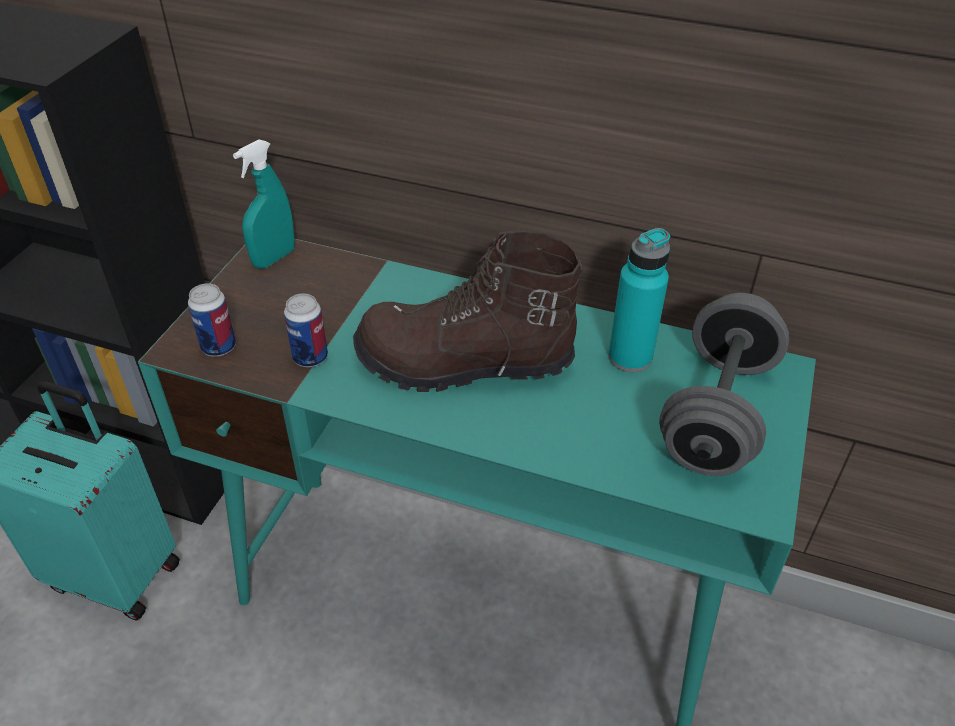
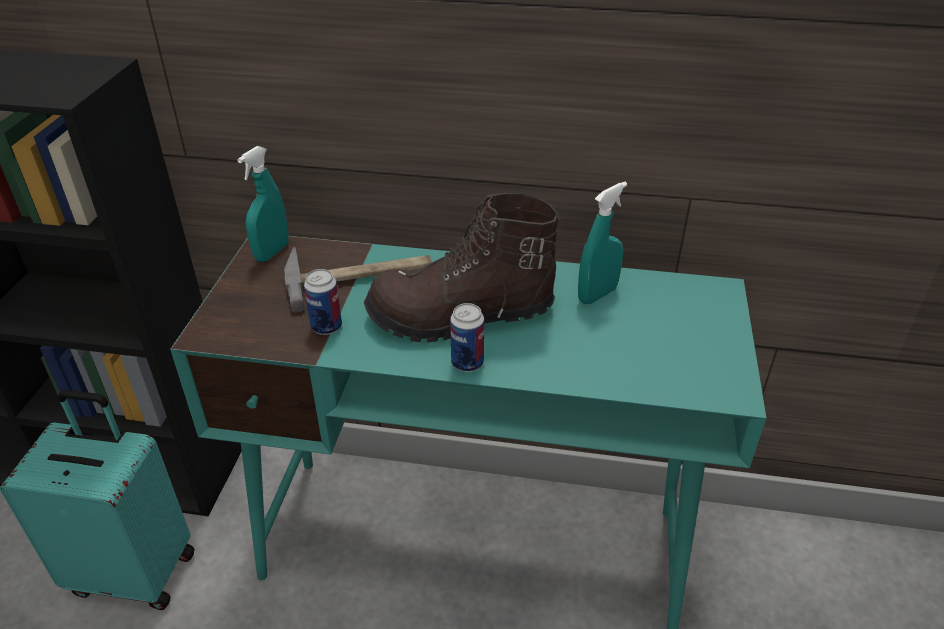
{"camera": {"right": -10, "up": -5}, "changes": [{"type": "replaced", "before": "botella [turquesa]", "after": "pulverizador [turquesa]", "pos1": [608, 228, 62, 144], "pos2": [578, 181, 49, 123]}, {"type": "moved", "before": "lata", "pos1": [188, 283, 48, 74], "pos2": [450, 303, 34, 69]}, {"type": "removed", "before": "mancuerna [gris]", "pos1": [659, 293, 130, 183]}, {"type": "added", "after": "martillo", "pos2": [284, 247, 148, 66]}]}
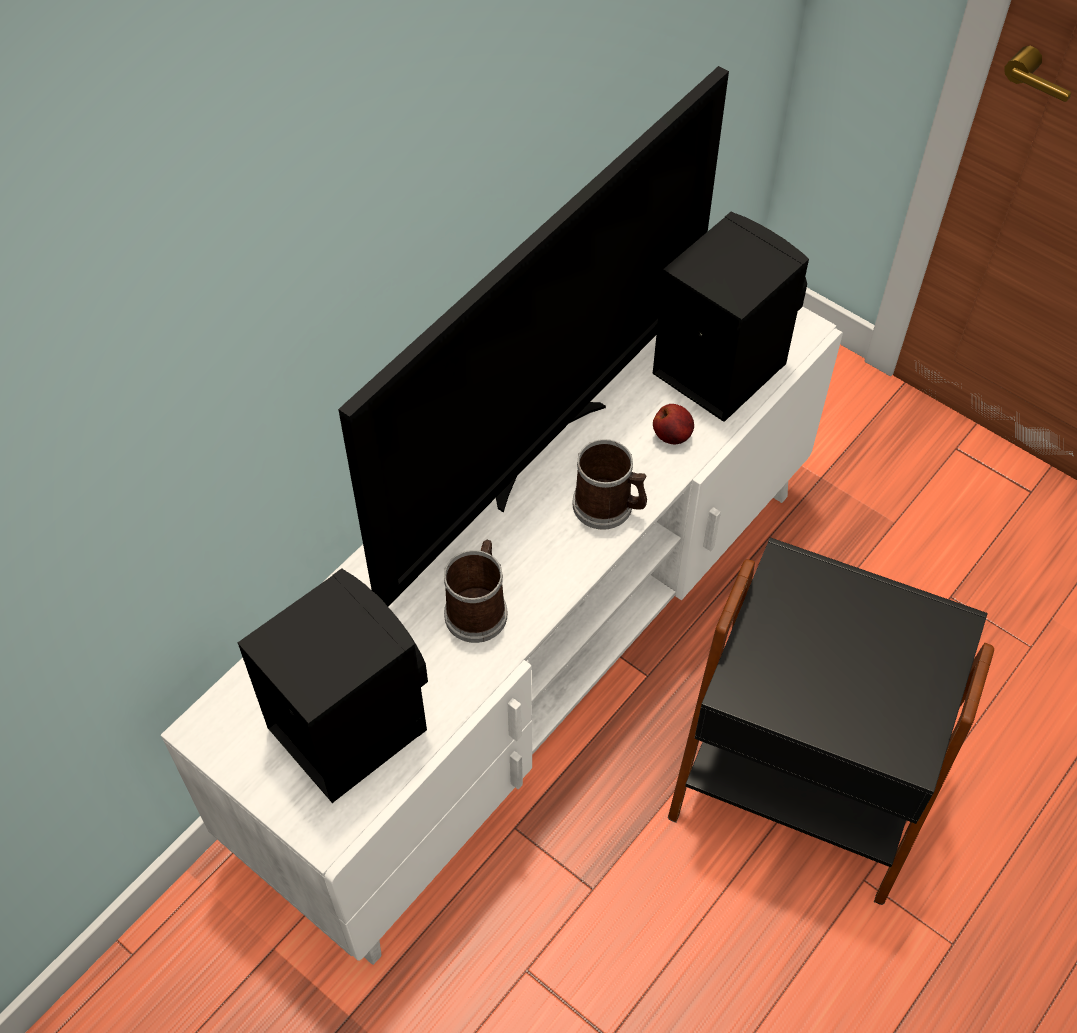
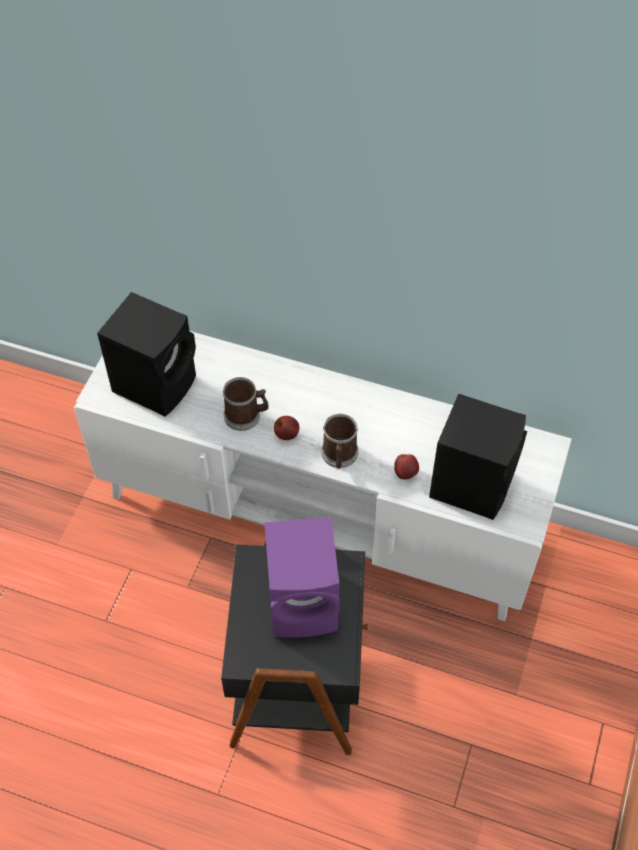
{"camera": {"right": 70, "up": 0}, "changes": [{"type": "removed", "before": "televisor", "pos1": [338, 66, 391, 540]}, {"type": "added", "after": "manzana", "pos2": [274, 416, 25, 24]}, {"type": "added", "after": "altavoz [morado]", "pos2": [264, 517, 76, 121]}]}
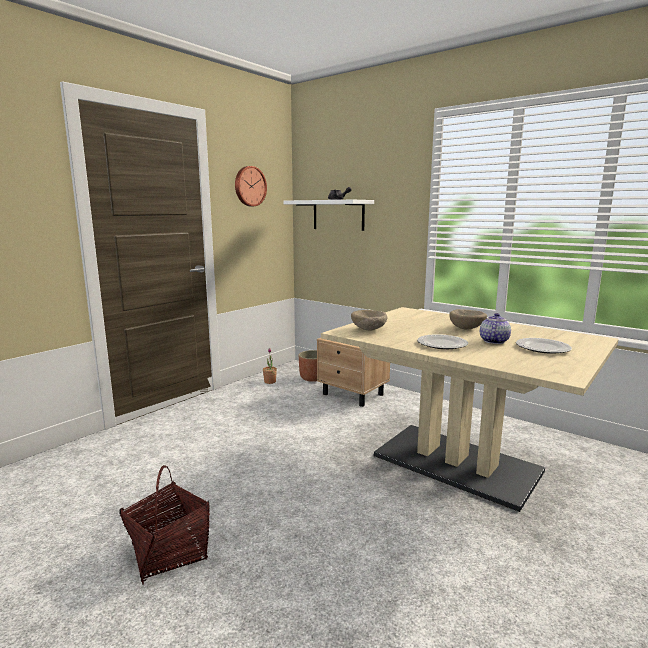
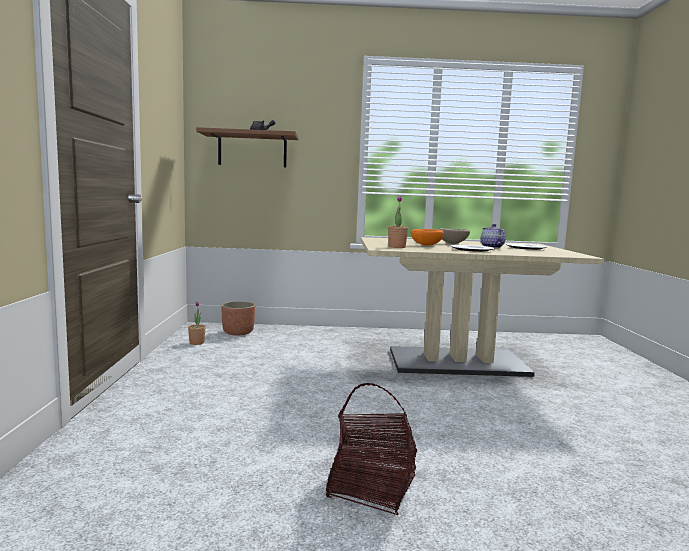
{"camera": {"right": -40, "up": -5}, "changes": [{"type": "removed", "before": "reloj de pared", "pos1": [235, 166, 32, 40]}, {"type": "recoloured", "before": "estante [blanco]", "after": "estante [marrón]", "pos1": [283, 200, 91, 31], "pos2": [196, 127, 103, 40]}, {"type": "replaced", "before": "cuenco [beis]", "after": "planta en maceta", "pos1": [351, 310, 37, 20], "pos2": [388, 196, 20, 52]}, {"type": "removed", "before": "mesita de noche [beis]", "pos1": [317, 338, 73, 69]}, {"type": "added", "after": "cuenco [naranja]", "pos2": [411, 229, 33, 17]}]}
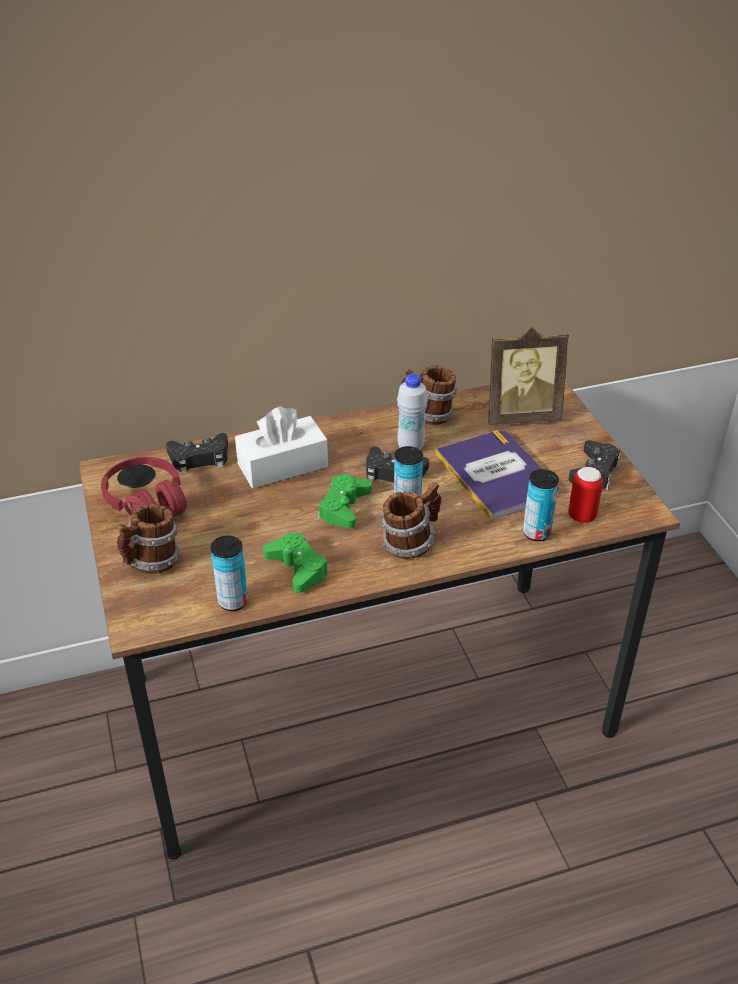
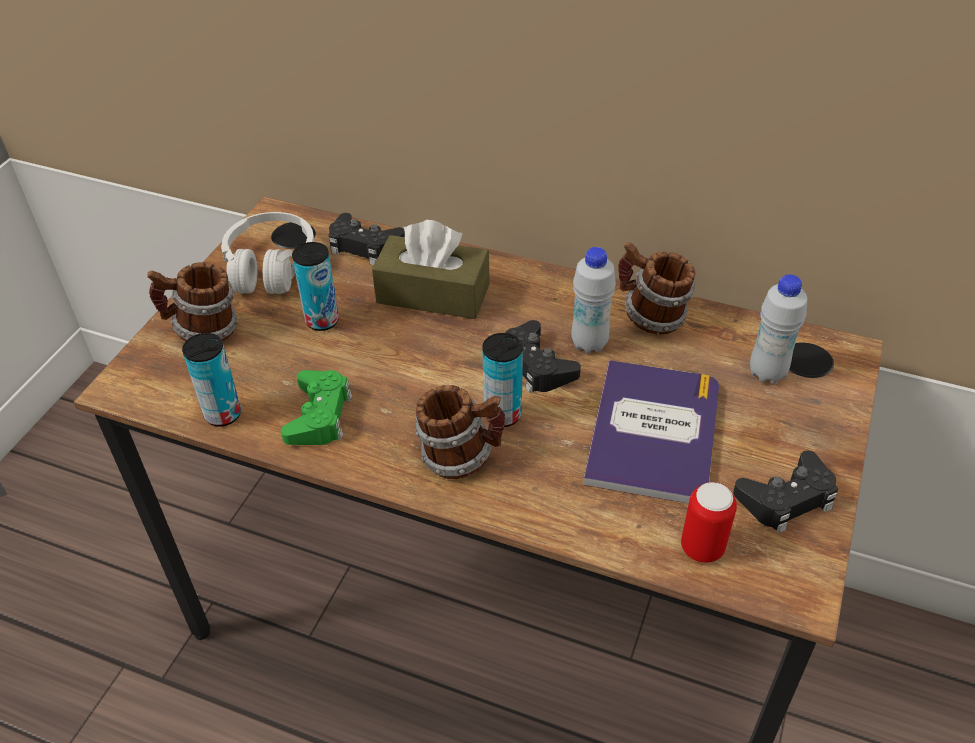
{"camera": {"right": 40, "up": 5}, "changes": [{"type": "replaced", "before": "portarretratos", "after": "botella [blanco]", "pos1": [488, 327, 81, 98], "pos2": [750, 274, 58, 109]}, {"type": "recoloured", "before": "caja de pañuelos [blanco]", "after": "caja de pañuelos [marrón]", "pos1": [235, 406, 93, 82], "pos2": [372, 220, 118, 99]}, {"type": "recoloured", "before": "auriculares [rojo]", "after": "auriculares [blanco]", "pos1": [101, 457, 86, 60], "pos2": [221, 212, 93, 82]}, {"type": "moved", "before": "lata", "pos1": [523, 469, 36, 72], "pos2": [292, 242, 47, 89]}, {"type": "removed", "before": "mando de consola [verde]", "pos1": [318, 474, 54, 54]}]}
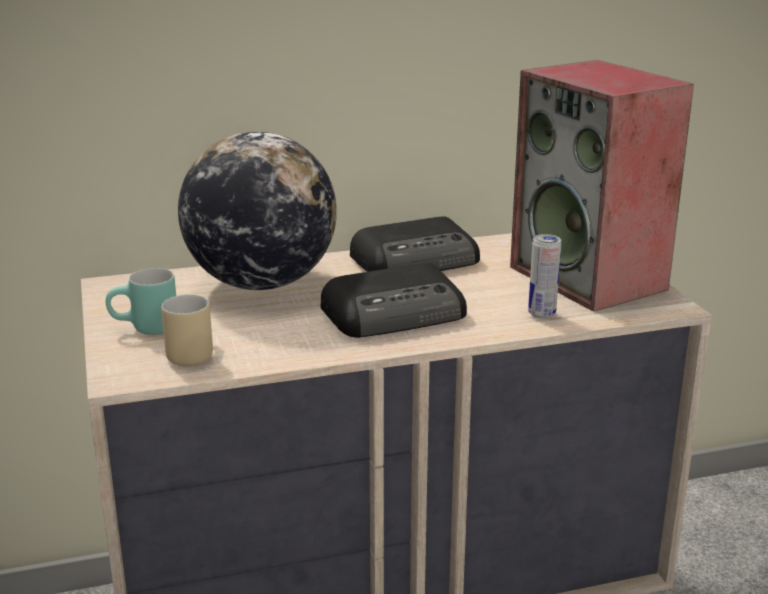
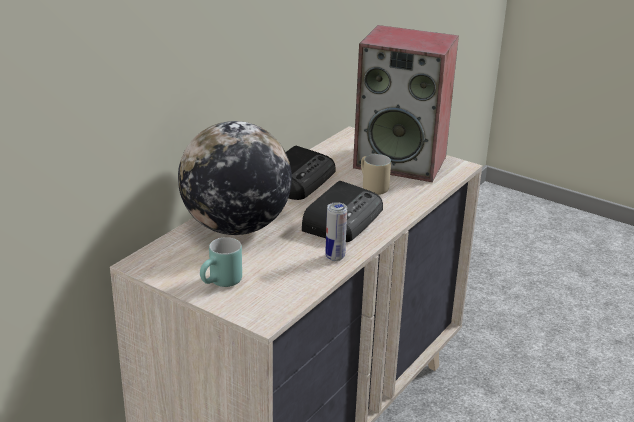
{"camera": {"right": -40, "up": 5}, "changes": [{"type": "moved", "before": "lata", "pos1": [528, 234, 33, 85], "pos2": [325, 202, 22, 59]}, {"type": "moved", "before": "taza grande [beis]", "pos1": [161, 295, 52, 71], "pos2": [361, 154, 30, 41]}]}
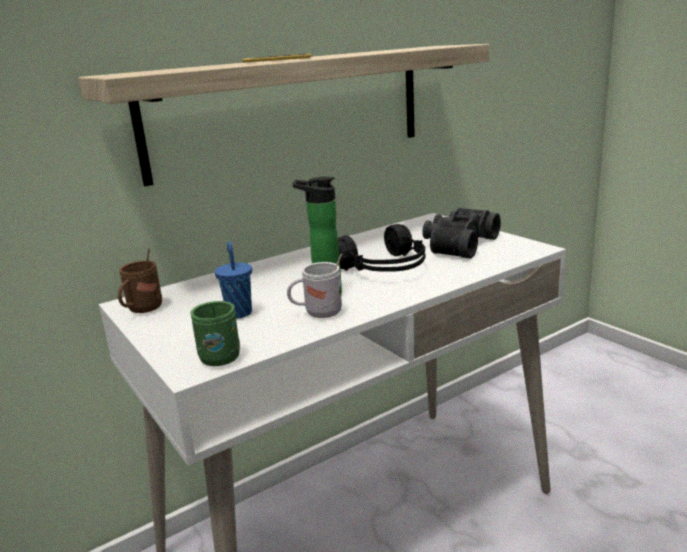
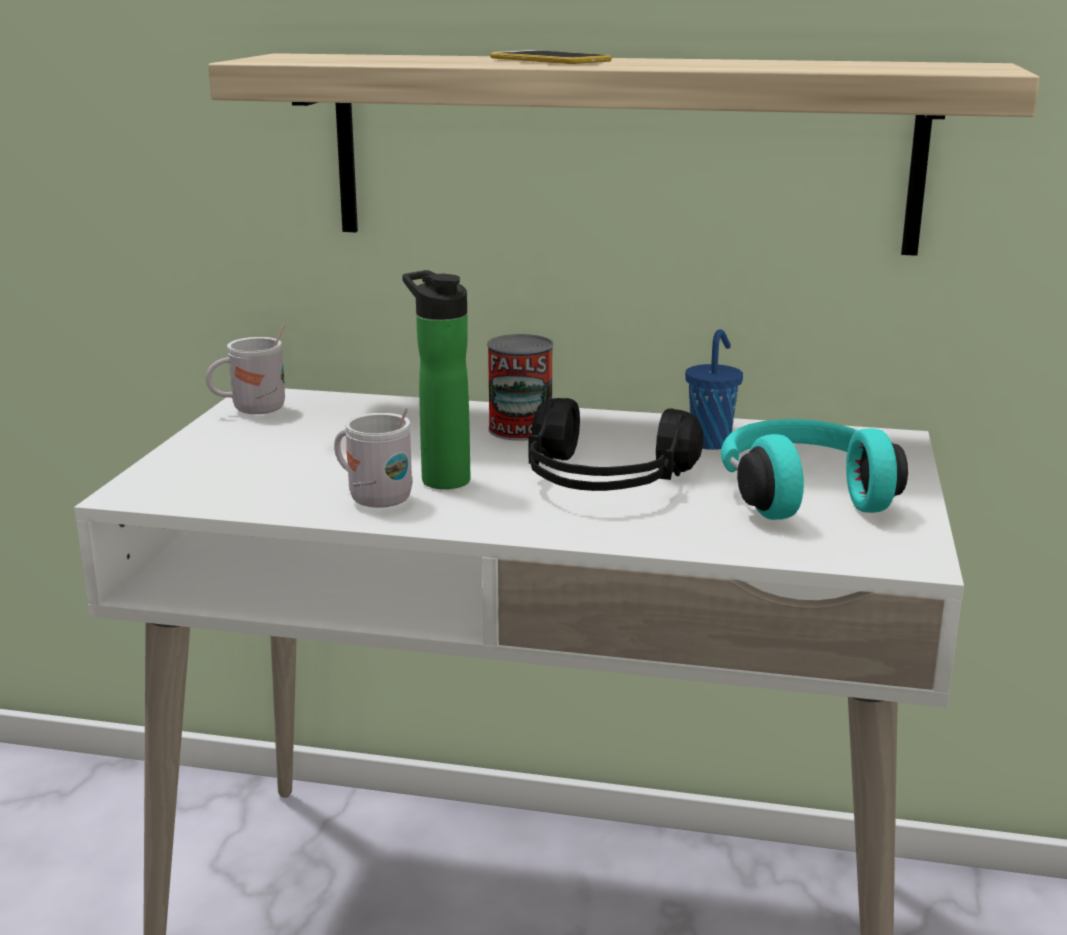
{"camera": {"right": 45, "up": 0}, "changes": [{"type": "replaced", "before": "prismáticos [negro]", "after": "auriculares [turquesa]", "pos1": [422, 208, 79, 51], "pos2": [721, 419, 187, 101]}, {"type": "moved", "before": "taza [azul]", "pos1": [215, 242, 37, 77], "pos2": [685, 329, 58, 121]}, {"type": "recoloured", "before": "taza grande [marrón]", "after": "taza grande [blanco]", "pos1": [118, 248, 44, 65], "pos2": [206, 323, 80, 91]}, {"type": "removed", "before": "taza grande [verde]", "pos1": [190, 301, 50, 65]}, {"type": "added", "after": "lata", "pos2": [487, 334, 66, 107]}]}
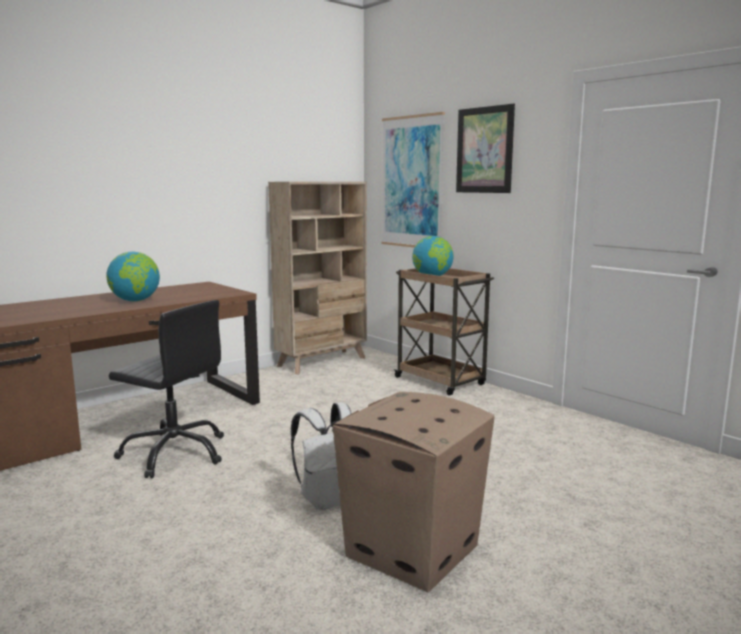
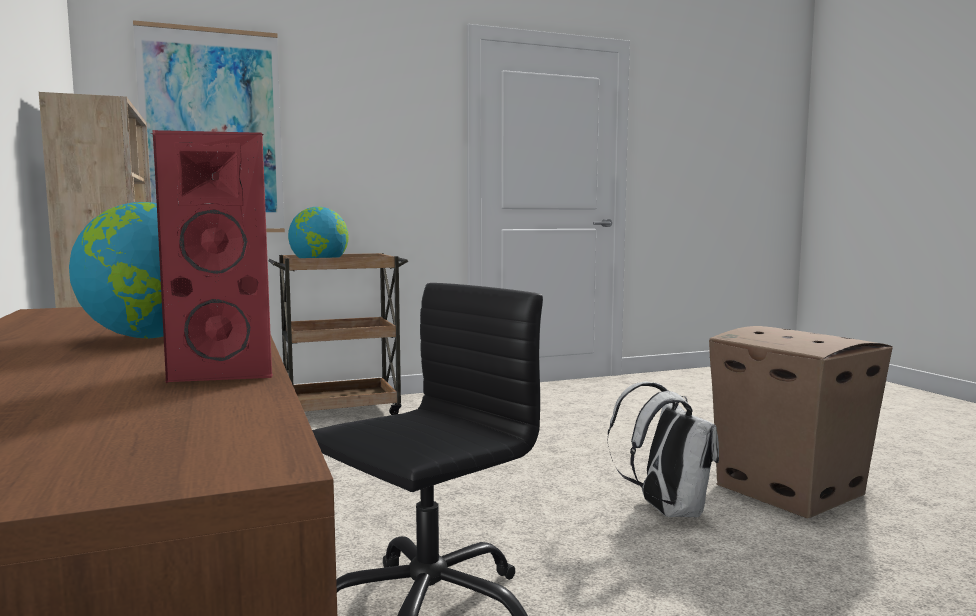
{"camera": {"right": -70, "up": -5}, "changes": [{"type": "removed", "before": "cuadro", "pos1": [456, 104, 59, 89]}, {"type": "added", "after": "altavoz [rojo]", "pos2": [152, 130, 121, 253]}]}
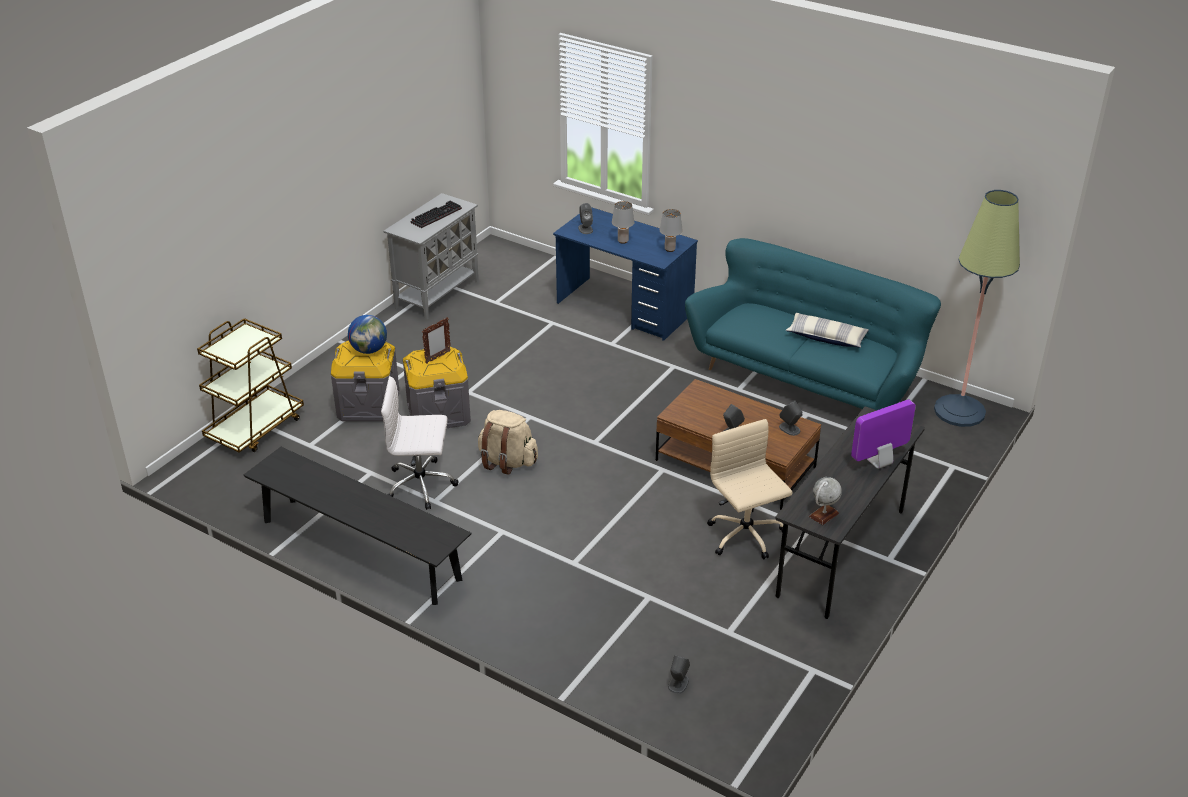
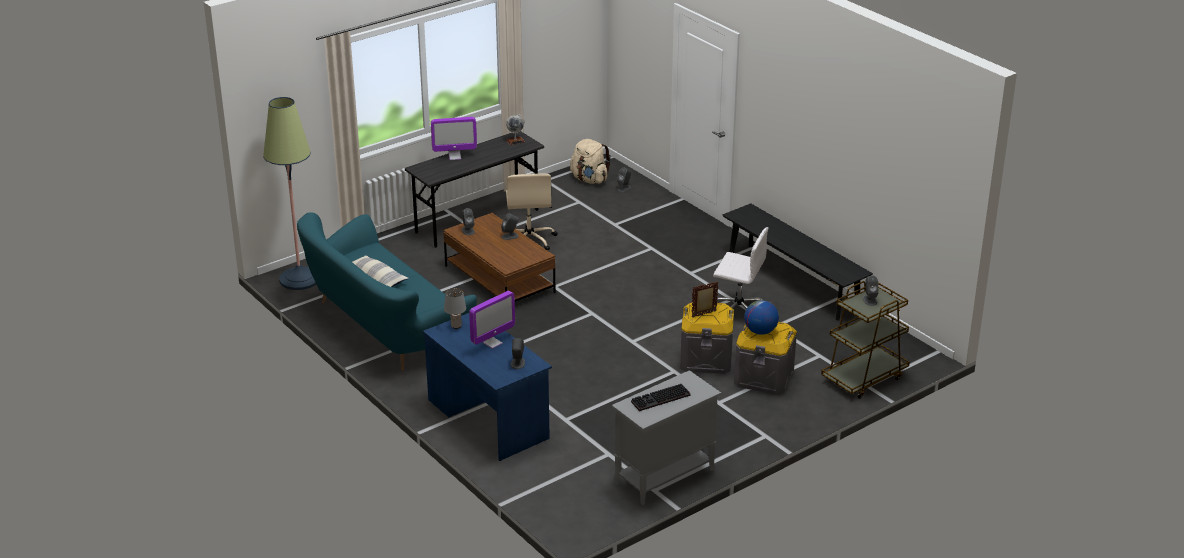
{"camera": {"right": -160, "up": -5}, "changes": [{"type": "replaced", "before": "lámpara de mesa [gris]", "after": "monitor", "pos1": [612, 201, 22, 43], "pos2": [469, 291, 46, 58]}, {"type": "moved", "before": "mochila [beis]", "pos1": [478, 410, 60, 65], "pos2": [570, 139, 41, 45]}, {"type": "added", "after": "altavoz [gris]", "pos2": [863, 276, 15, 30]}]}
